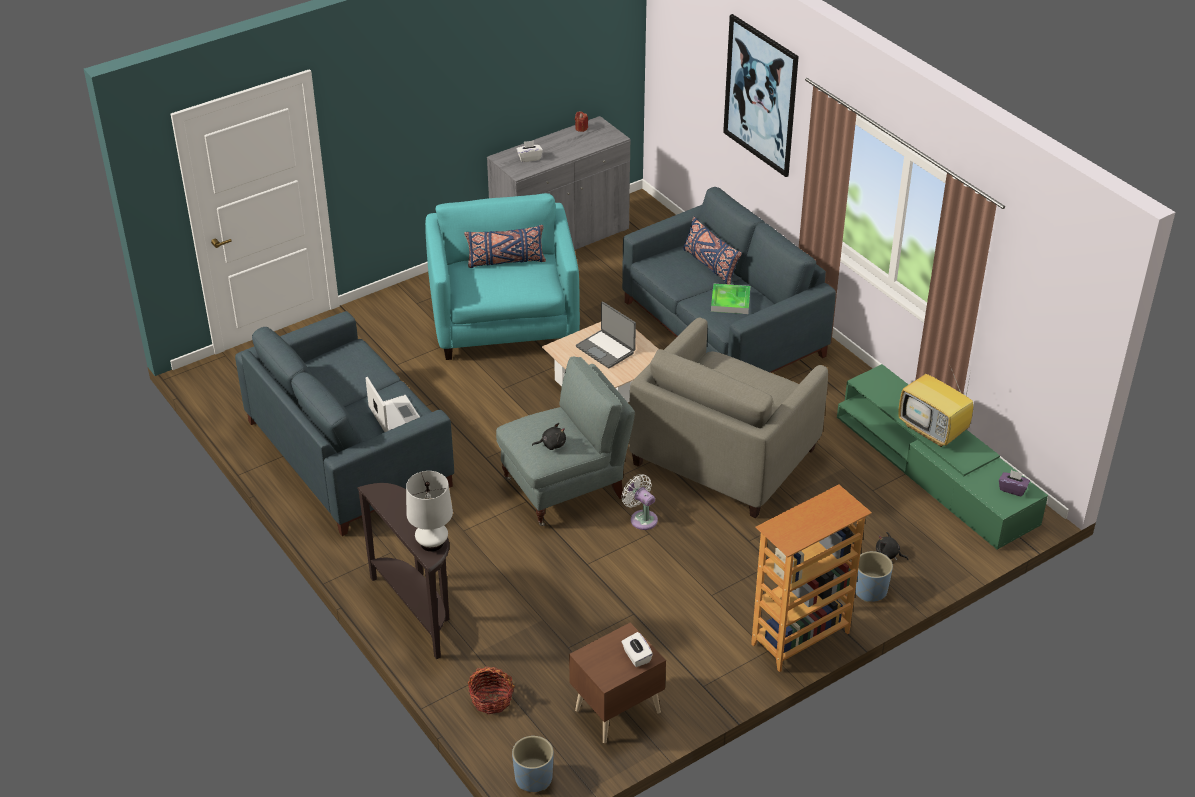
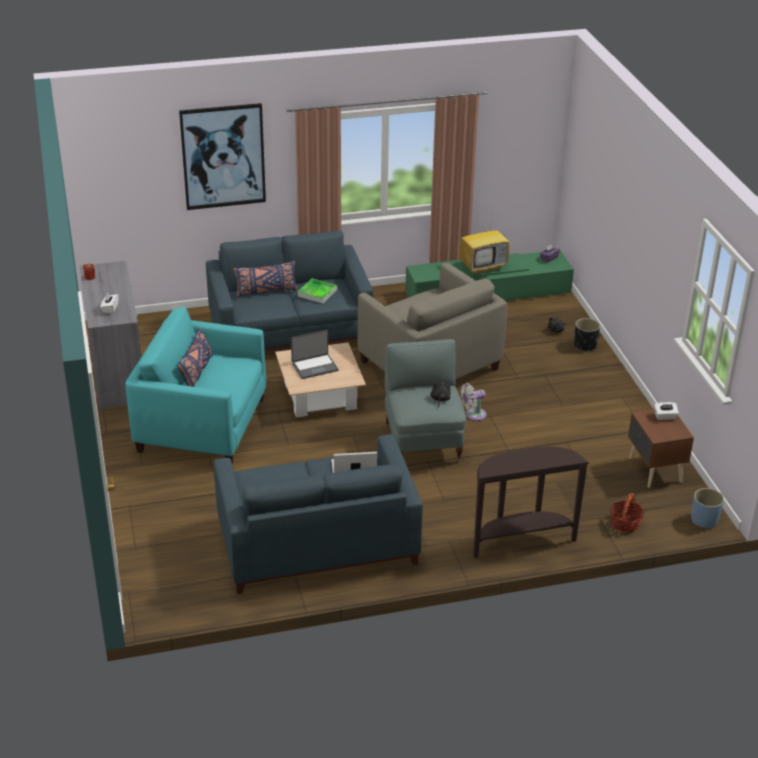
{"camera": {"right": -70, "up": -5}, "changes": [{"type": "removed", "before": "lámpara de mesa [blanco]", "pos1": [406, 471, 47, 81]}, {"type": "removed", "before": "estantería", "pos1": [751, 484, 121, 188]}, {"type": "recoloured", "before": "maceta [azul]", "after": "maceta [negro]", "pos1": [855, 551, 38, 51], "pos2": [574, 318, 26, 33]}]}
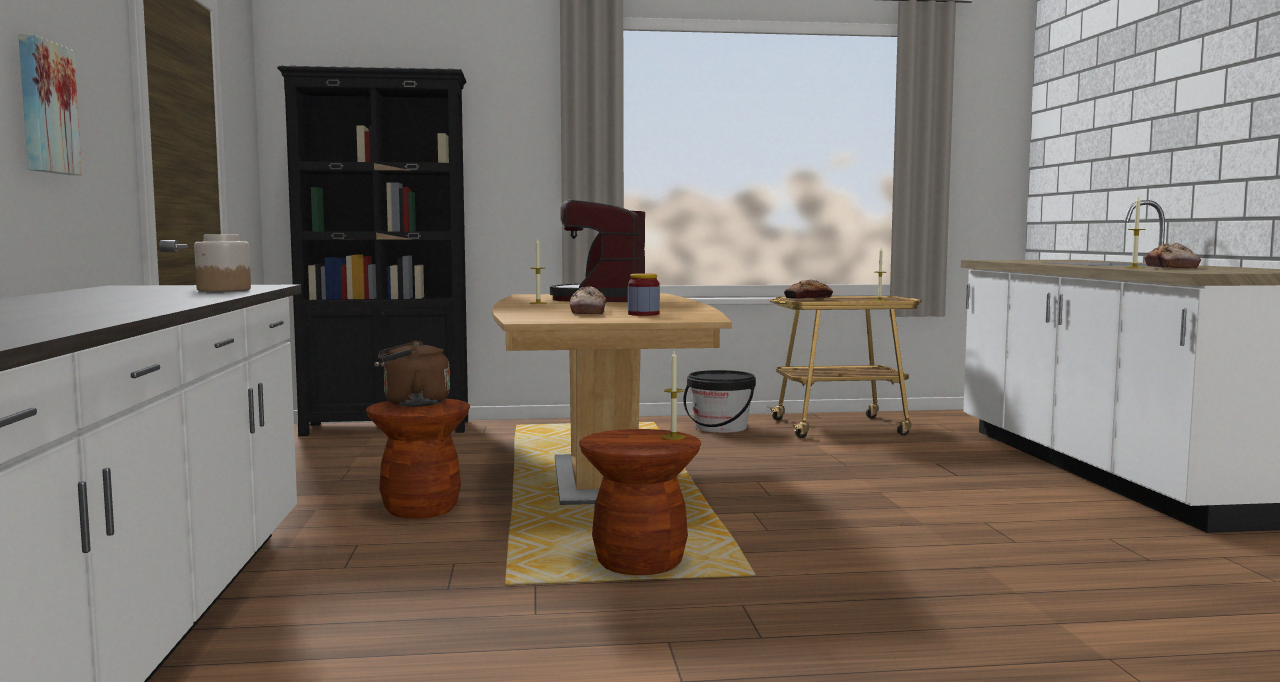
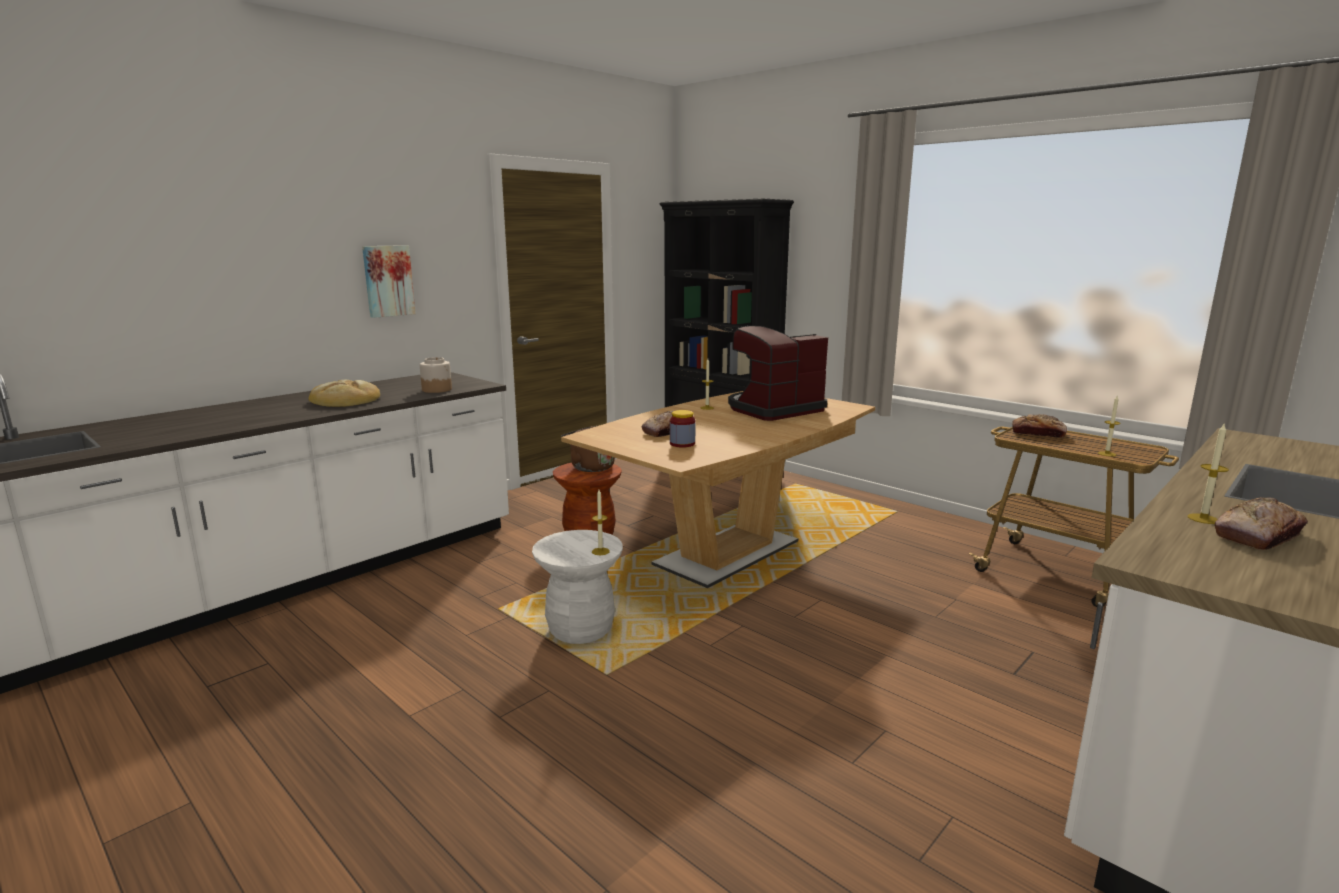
{"camera": {"right": 50, "up": 10}, "changes": [{"type": "removed", "before": "cubo [negro]", "pos1": [683, 370, 73, 63]}, {"type": "recoloured", "before": "taburete [marrón]", "after": "taburete [blanco]", "pos1": [579, 429, 122, 146], "pos2": [532, 530, 91, 114]}, {"type": "added", "after": "pan", "pos2": [308, 380, 72, 27]}]}
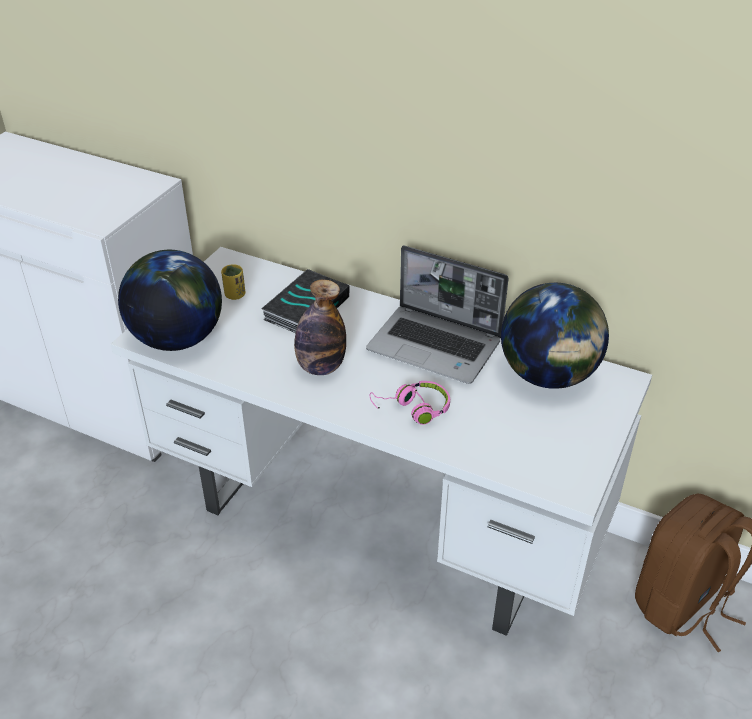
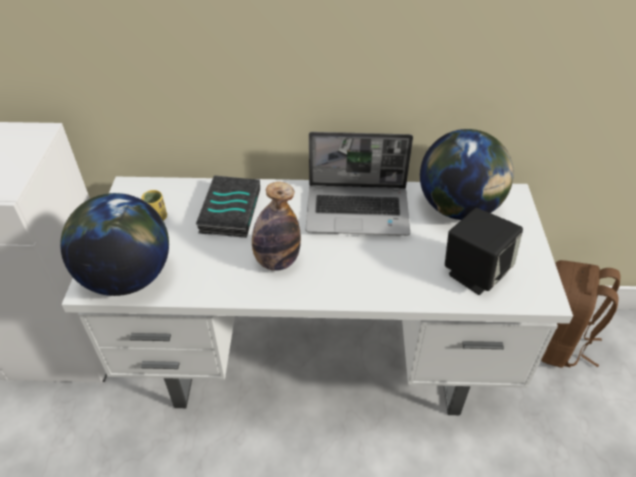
{"camera": {"right": -25, "up": 5}, "changes": [{"type": "removed", "before": "auriculares [rosa]", "pos1": [370, 381, 80, 44]}, {"type": "added", "after": "altavoz [negro]", "pos2": [445, 208, 78, 87]}]}
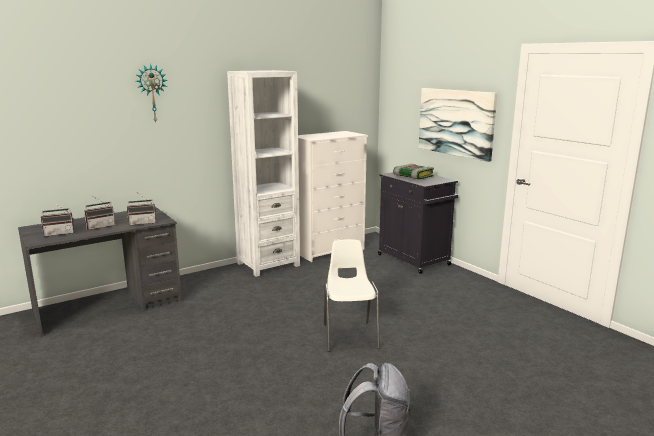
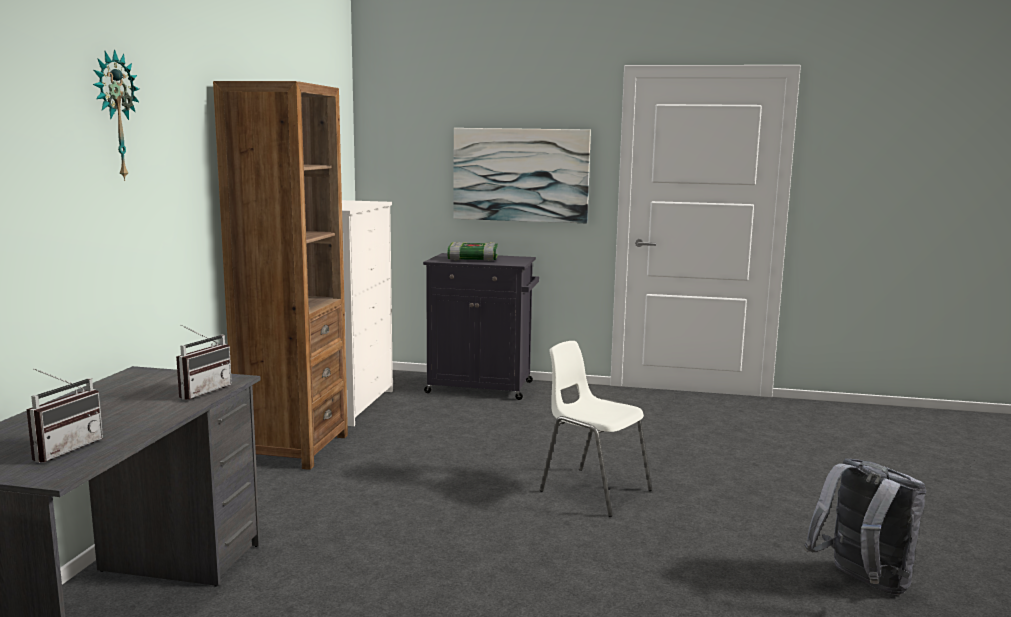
{"camera": {"right": -45, "up": -5}, "changes": [{"type": "recoloured", "before": "estantería [blanco]", "after": "estantería [marrón]", "pos1": [227, 70, 73, 207], "pos2": [213, 81, 135, 389]}, {"type": "removed", "before": "radio", "pos1": [84, 195, 31, 35]}]}
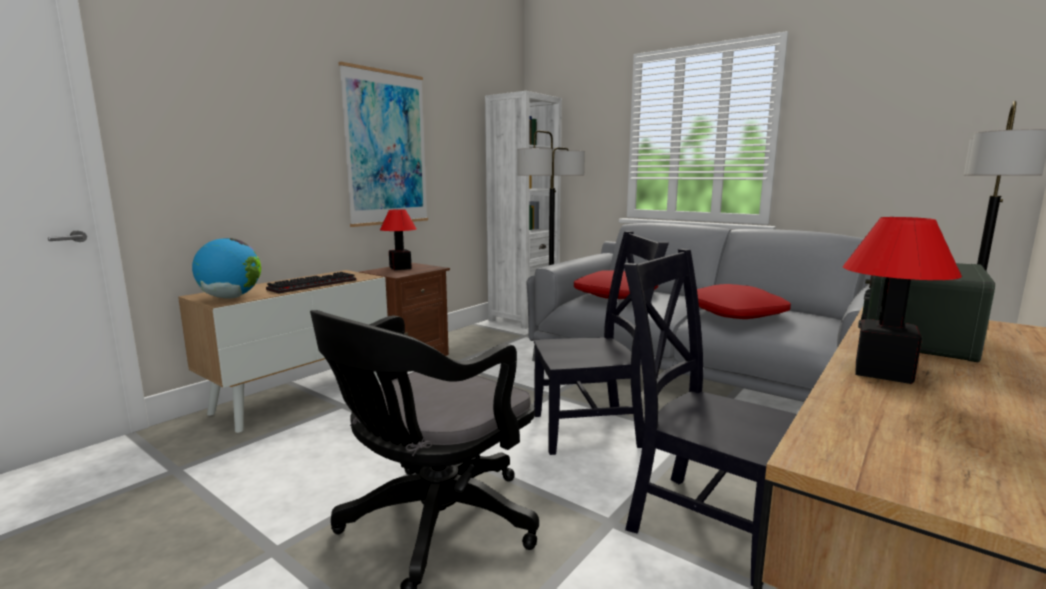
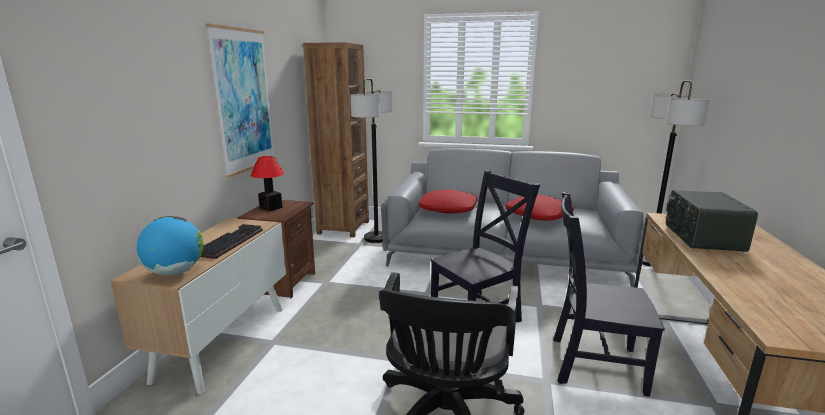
{"camera": {"right": -25, "up": 5}, "changes": [{"type": "recoloured", "before": "estantería [blanco]", "after": "estantería [marrón]", "pos1": [485, 91, 77, 238], "pos2": [303, 42, 66, 195]}, {"type": "removed", "before": "lámpara de mesa", "pos1": [843, 217, 119, 167]}]}
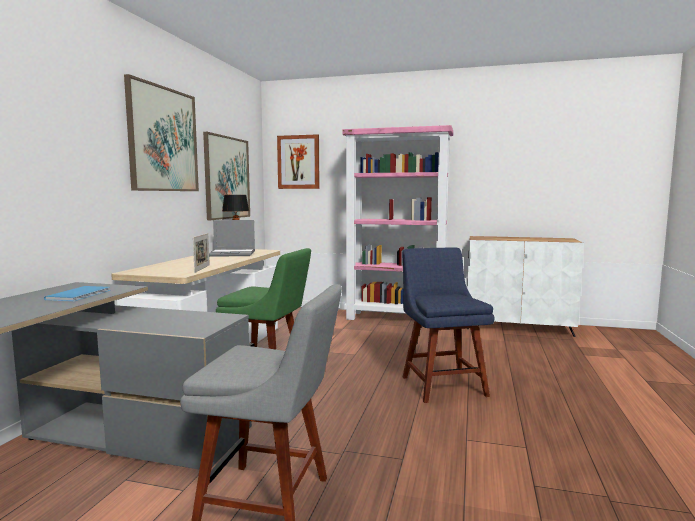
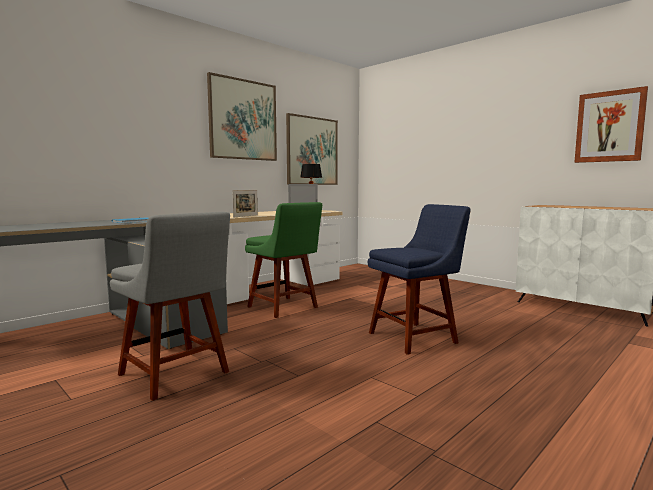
{"camera": {"right": 30, "up": 0}, "changes": [{"type": "removed", "before": "estantería [rosa]", "pos1": [342, 125, 111, 195]}, {"type": "moved", "before": "cuadro", "pos1": [277, 134, 43, 55], "pos2": [574, 86, 74, 77]}, {"type": "turned", "before": "silla [azul]", "pos1": [402, 247, 93, 156], "pos2": [368, 204, 103, 151], "turn": 45}]}
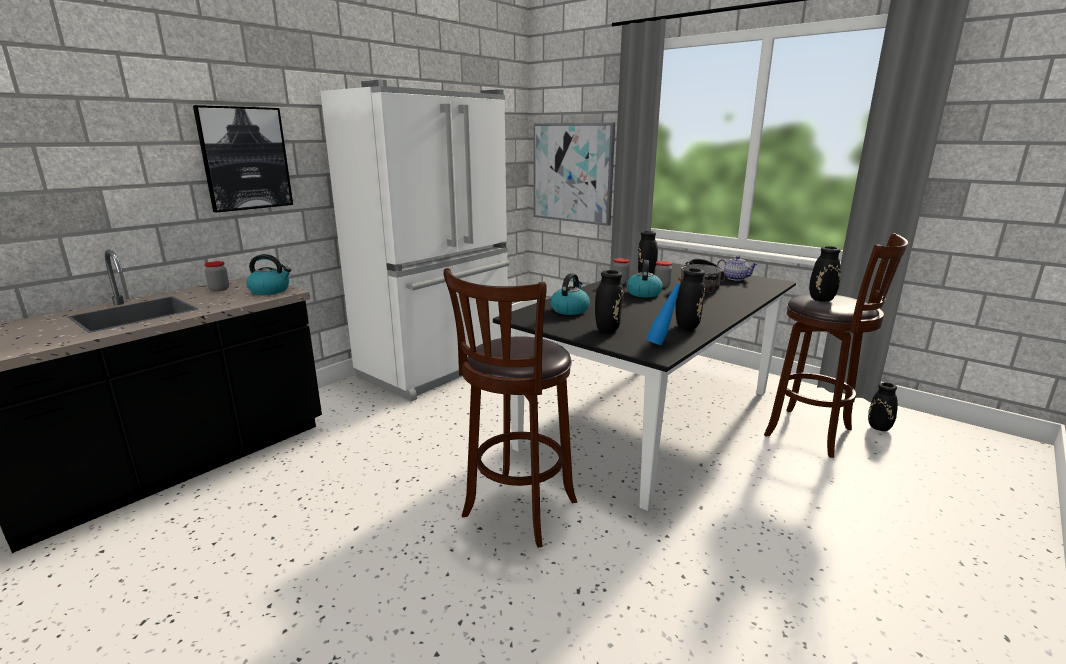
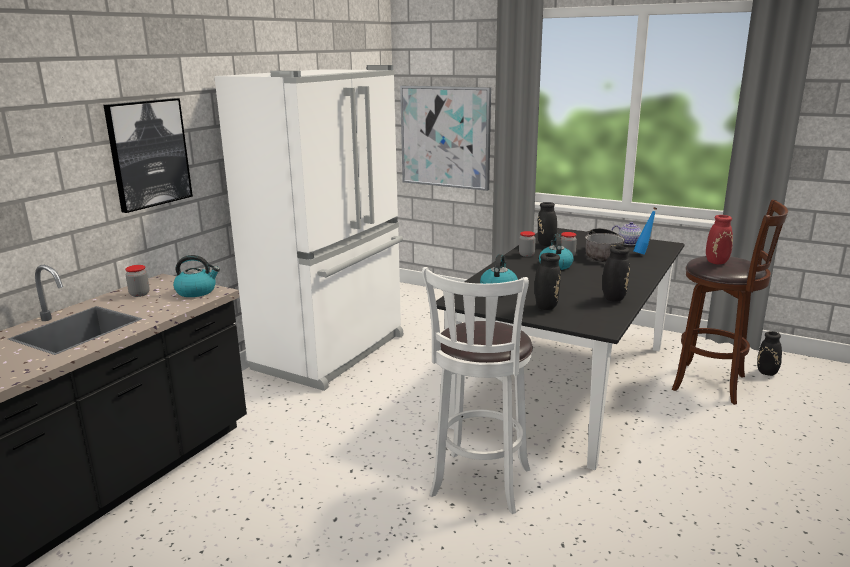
{"camera": {"right": -10, "up": 0}, "changes": [{"type": "recoloured", "before": "florero [negro]", "after": "florero [rojo]", "pos1": [809, 246, 32, 56], "pos2": [706, 215, 27, 49]}, {"type": "recoloured", "before": "taburete [marrón]", "after": "taburete [blanco]", "pos1": [443, 268, 134, 280], "pos2": [422, 267, 111, 247]}, {"type": "moved", "before": "botella [azul]", "pos1": [647, 277, 36, 68], "pos2": [634, 207, 23, 48]}]}
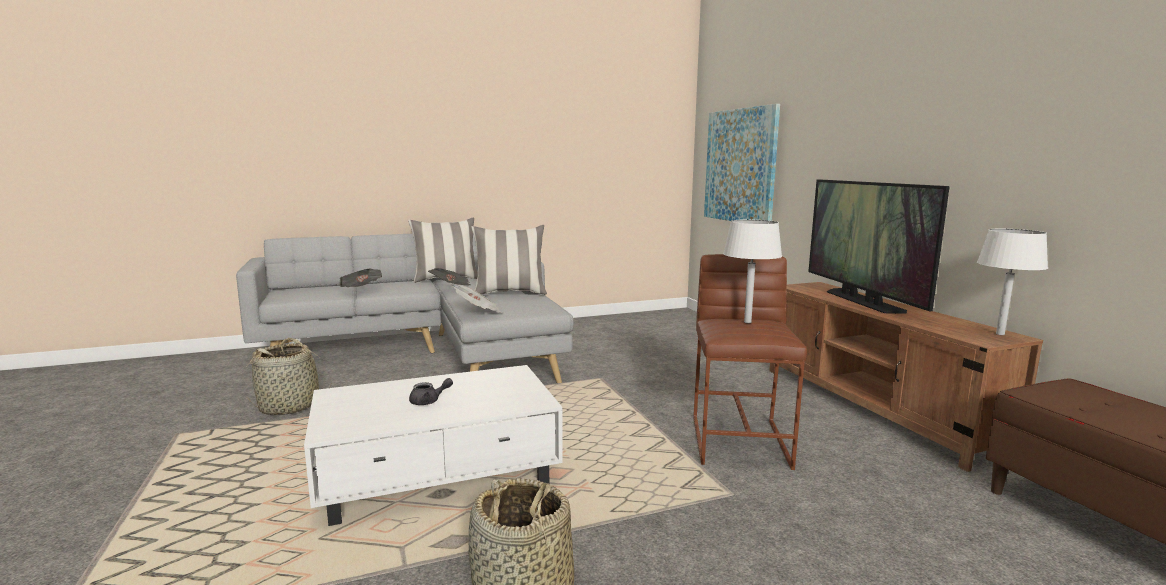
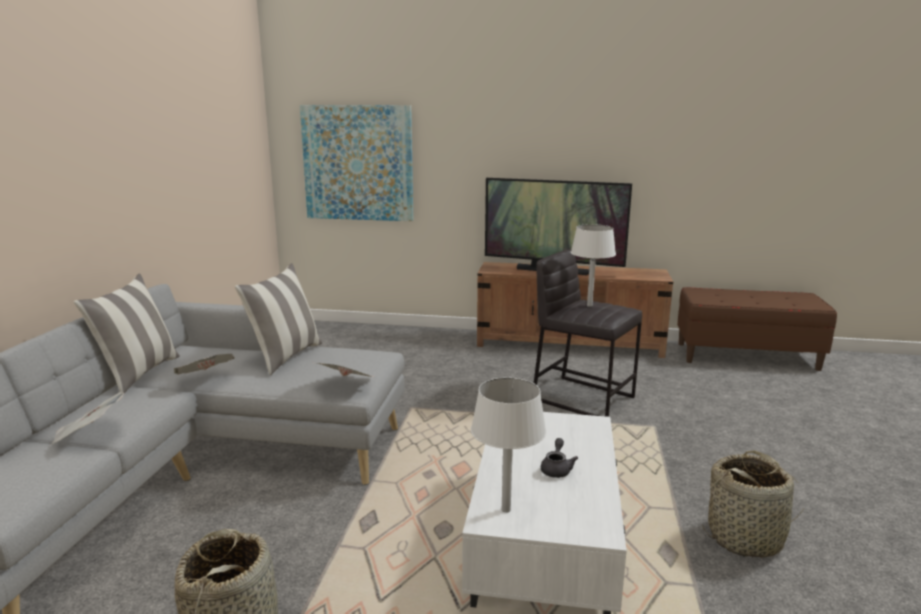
{"camera": {"right": -60, "up": 5}, "changes": [{"type": "moved", "before": "lámpara de mesa [blanco]", "pos1": [977, 229, 71, 106], "pos2": [471, 377, 75, 136]}, {"type": "recoloured", "before": "taburete [marrón]", "after": "taburete [gris]", "pos1": [693, 254, 114, 216], "pos2": [534, 250, 108, 167]}]}
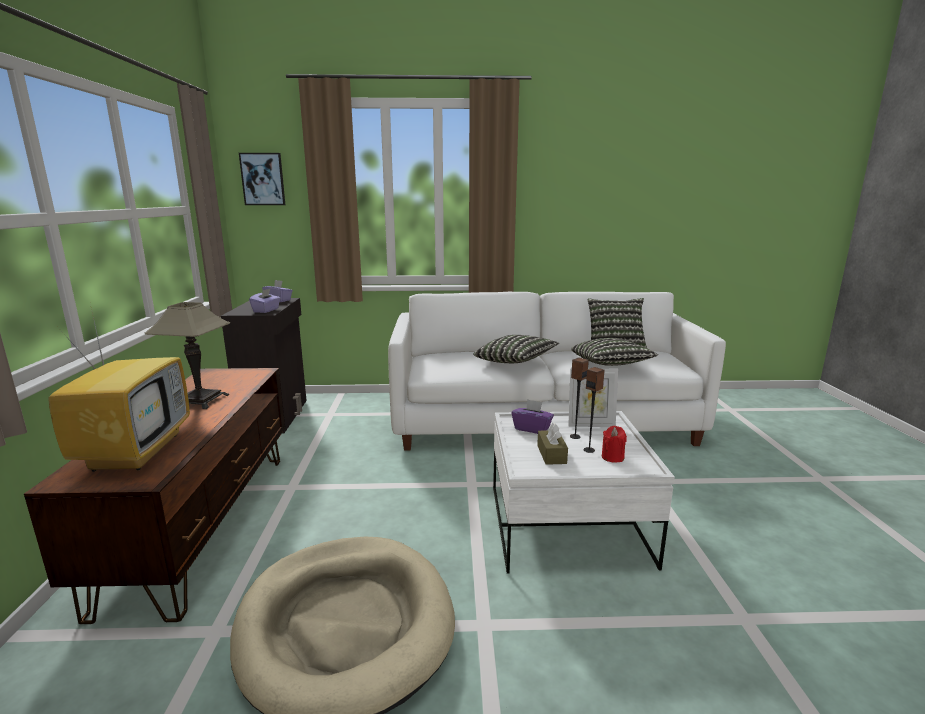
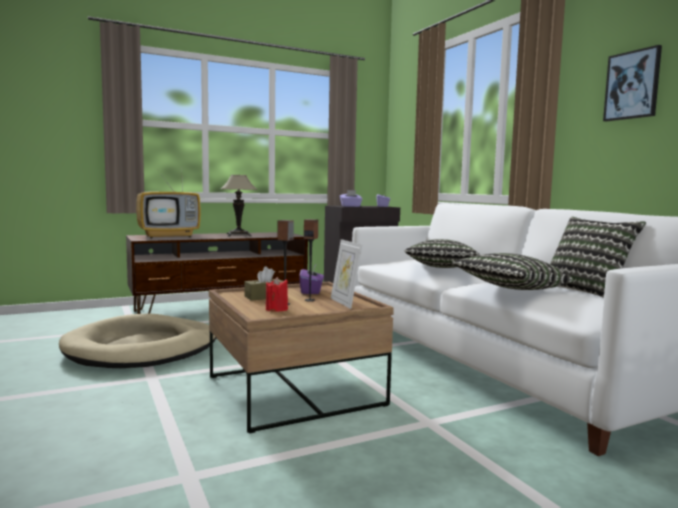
{"camera": {"right": 65, "up": -10}, "changes": [{"type": "moved", "before": "cuadro", "pos1": [239, 153, 46, 52], "pos2": [603, 45, 59, 76]}, {"type": "recoloured", "before": "mesa de centro [blanco]", "after": "mesa de centro [marrón]", "pos1": [493, 411, 182, 163], "pos2": [209, 282, 185, 152]}]}
